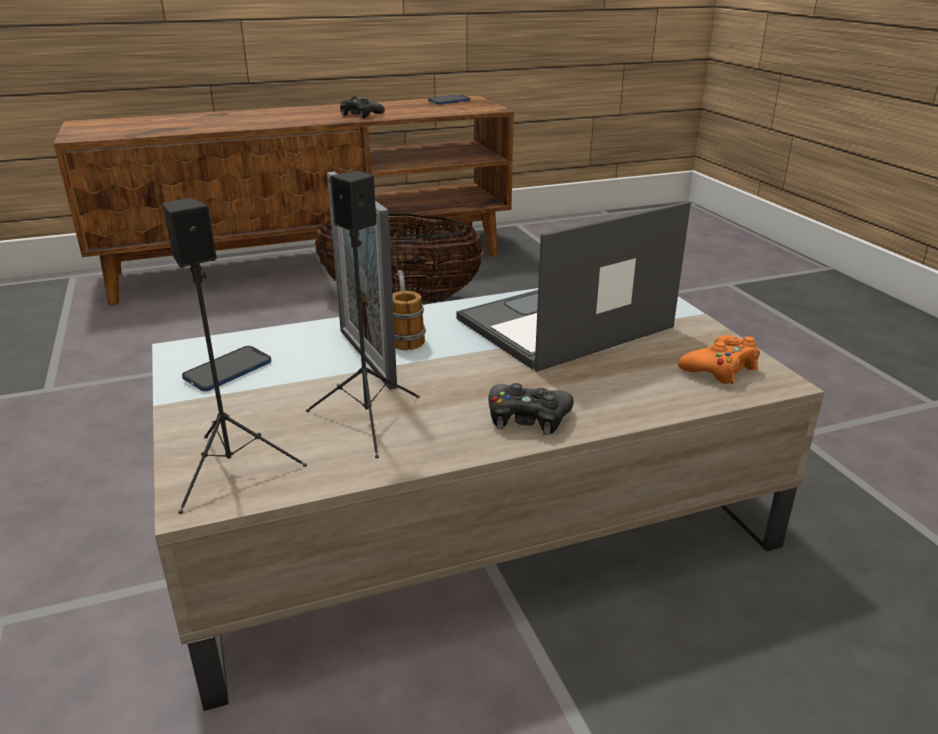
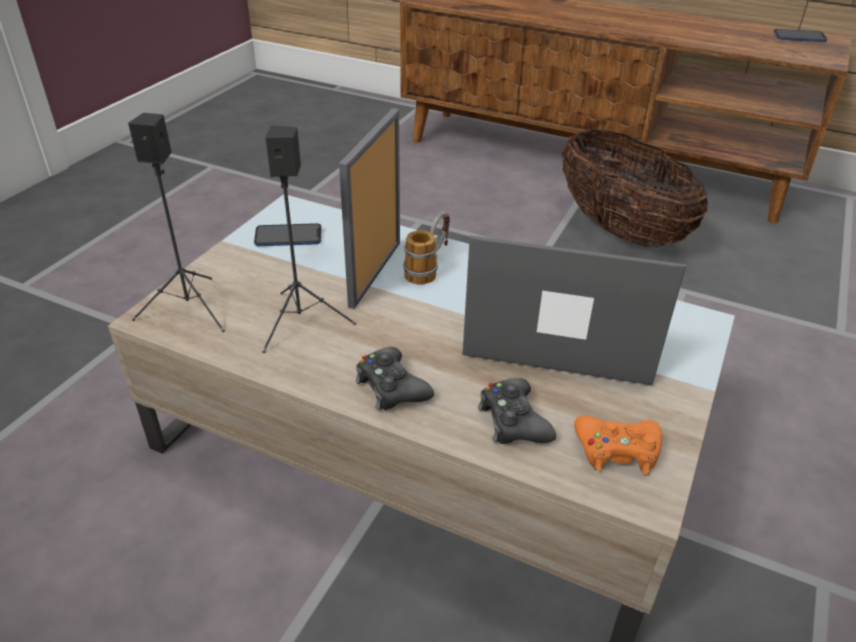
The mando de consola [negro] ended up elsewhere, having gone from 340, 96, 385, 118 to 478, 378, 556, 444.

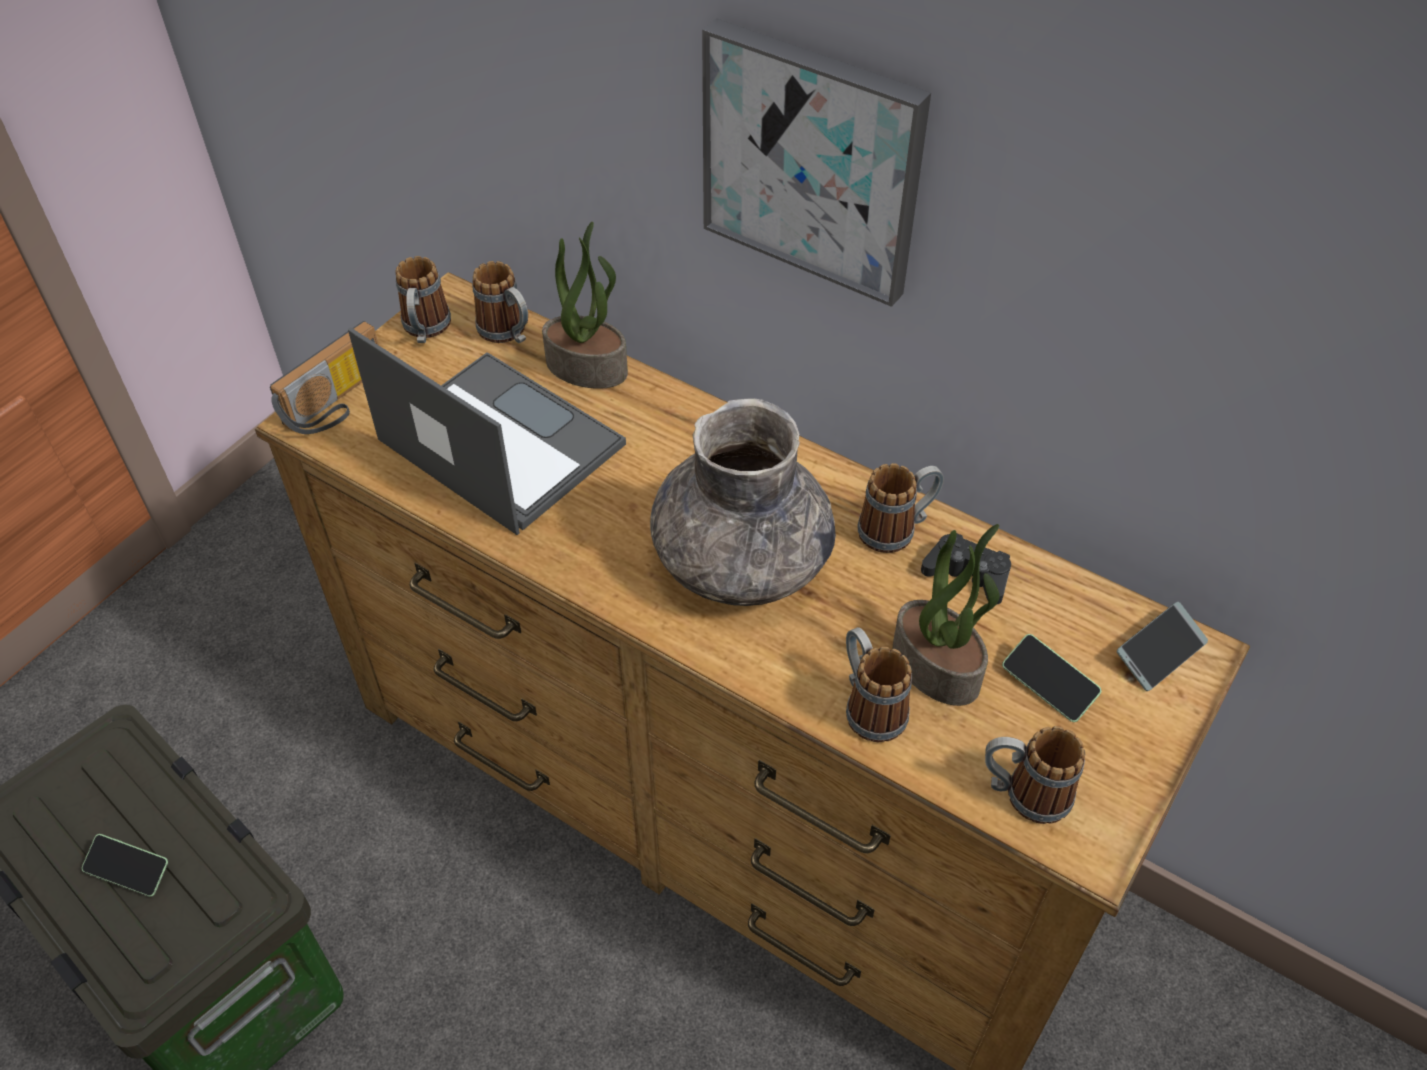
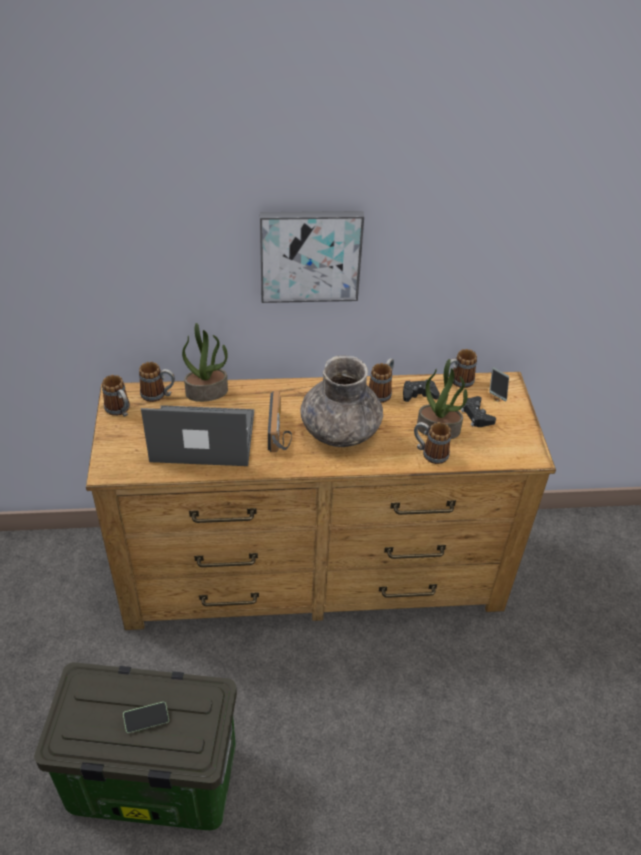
The radio ended up elsewhere, having gone from 270, 321, 379, 434 to 268, 391, 292, 452.
The taza grande ended up elsewhere, having gone from 985, 726, 1085, 824 to 449, 349, 477, 388.
Where the móvil stood at 1002, 634, 1101, 722, the mando de consola [negro] came to stand at 461, 396, 496, 427.

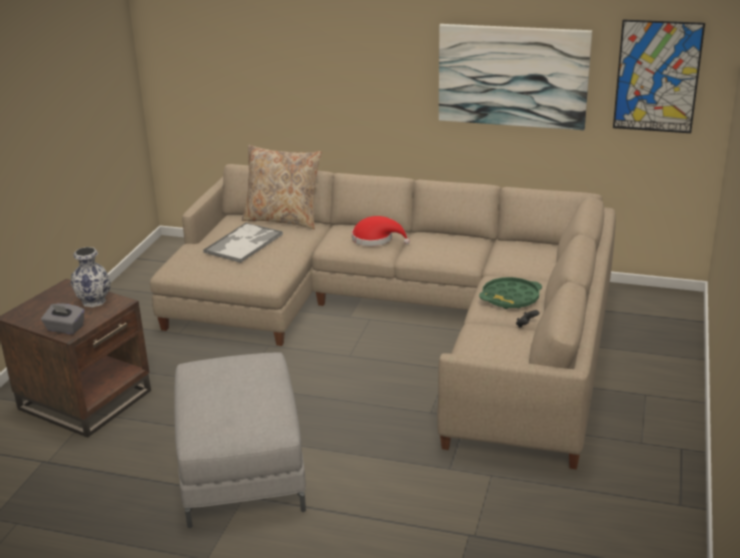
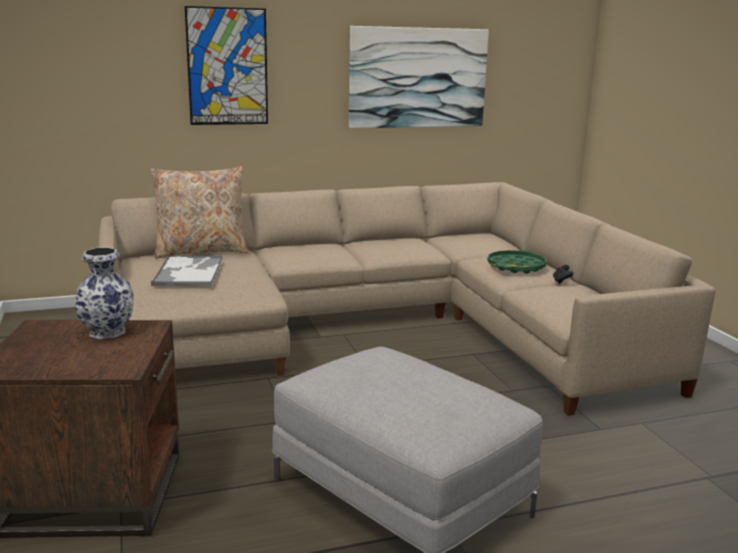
The second view lost the caja de pañuelos [gris] at 41, 303, 84, 334.
The second view lost the sombrero [rojo] at 352, 216, 410, 246.
The cuadro ended up elsewhere, having gone from 613, 19, 705, 133 to 185, 6, 268, 125.

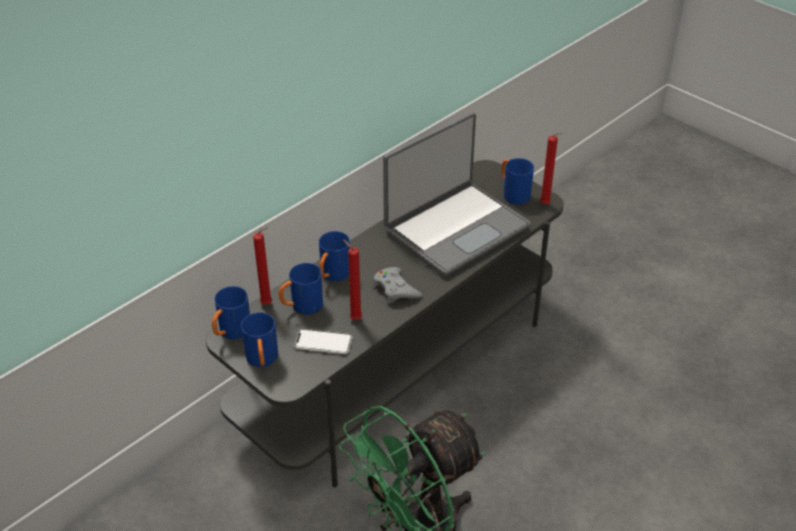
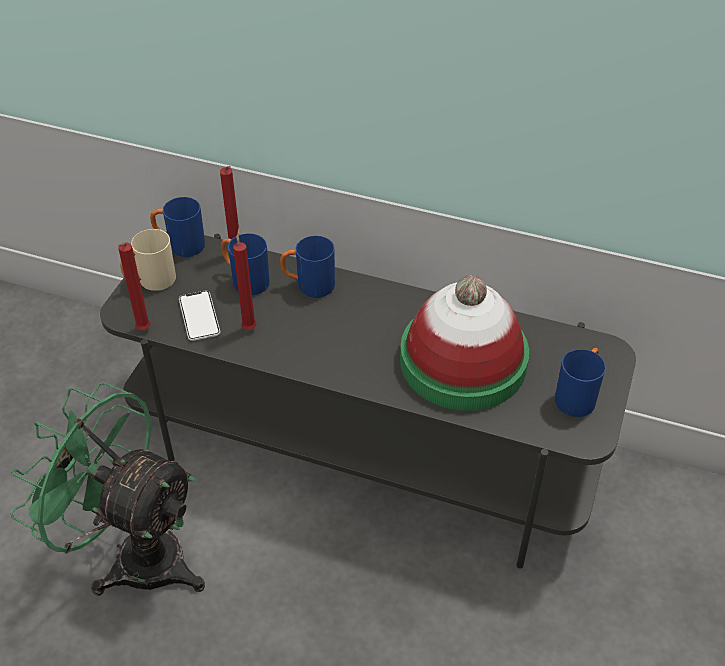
The second view lost the mando de consola [gris] at 374, 267, 423, 303.
The vela [rojo] ended up elsewhere, having gone from 540, 133, 563, 204 to 118, 243, 151, 330.
Where the portátil stood at 383, 112, 531, 277, the sombrero came to stand at 400, 275, 529, 411.
What was the taza grande [azul] at 241, 312, 278, 367 turned into the taza grande [beis] at 120, 229, 176, 291.

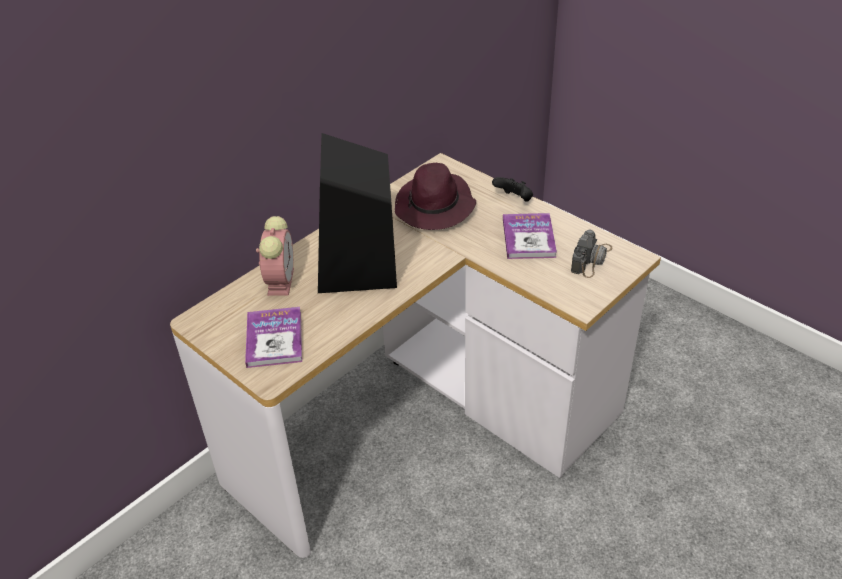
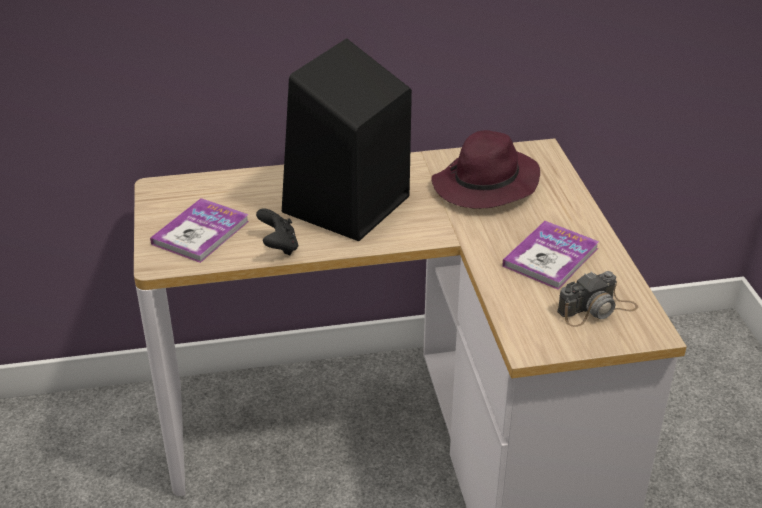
The second view lost the despertador at 256, 216, 294, 296.
The mando de consola [negro] ended up elsewhere, having gone from 492, 177, 533, 201 to 256, 208, 298, 255.

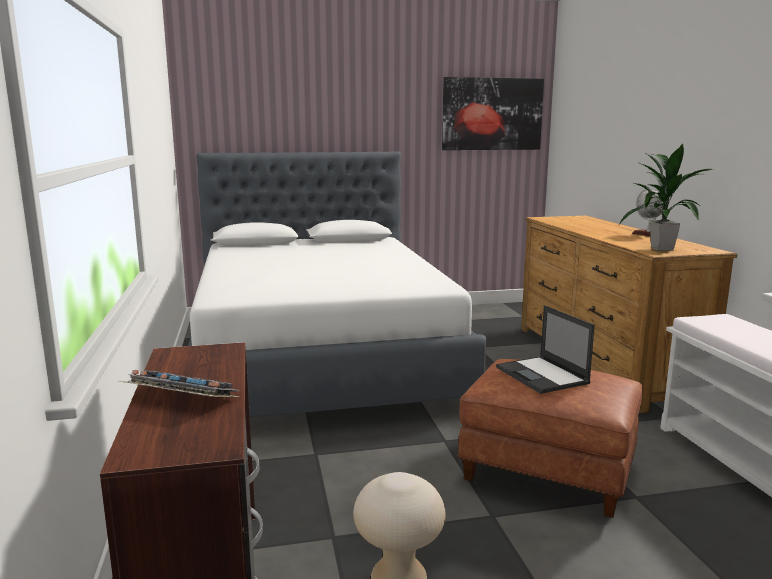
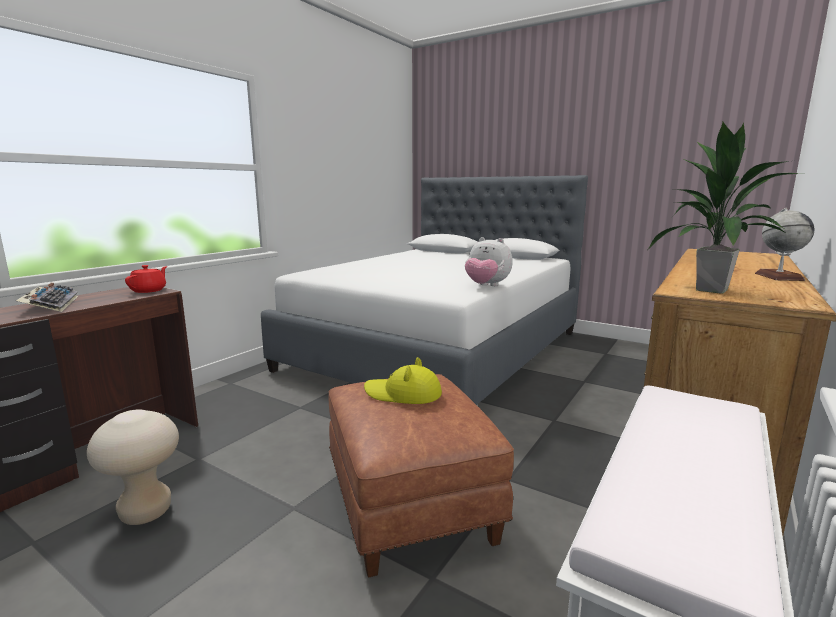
The second view lost the cuadro at 442, 77, 544, 150.
The second view gained the tetera [rojo] at 125, 265, 167, 293.
The second view gained the peluche at 465, 237, 513, 286.
Where the portátil stood at 496, 305, 595, 394, the sombrero [amarillo] came to stand at 364, 357, 442, 404.

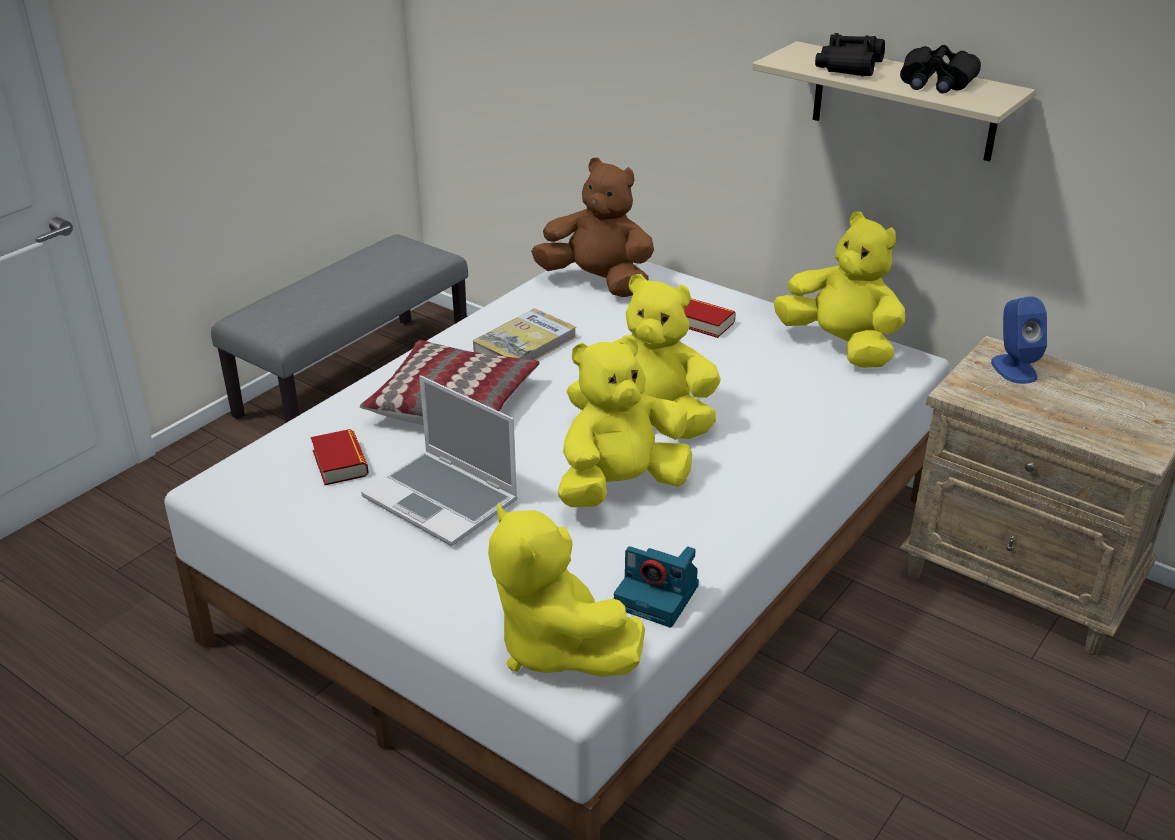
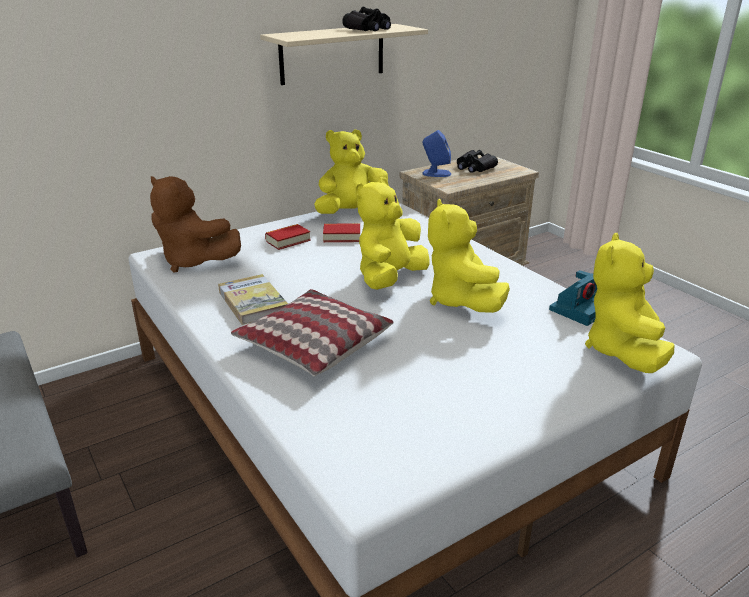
The second view lost the portátil at 361, 376, 518, 546.
The libro ended up elsewhere, having gone from 311, 429, 369, 485 to 323, 223, 360, 242.
The prismáticos [negro] ended up elsewhere, having gone from 815, 33, 885, 76 to 457, 150, 498, 173.
The peluche [amarillo] at 488, 502, 645, 677 ended up facing another way, 120 degrees clockwise from before.
The peluche [marrón] at 531, 157, 654, 297 ended up facing another way, 105 degrees counterclockwise from before.

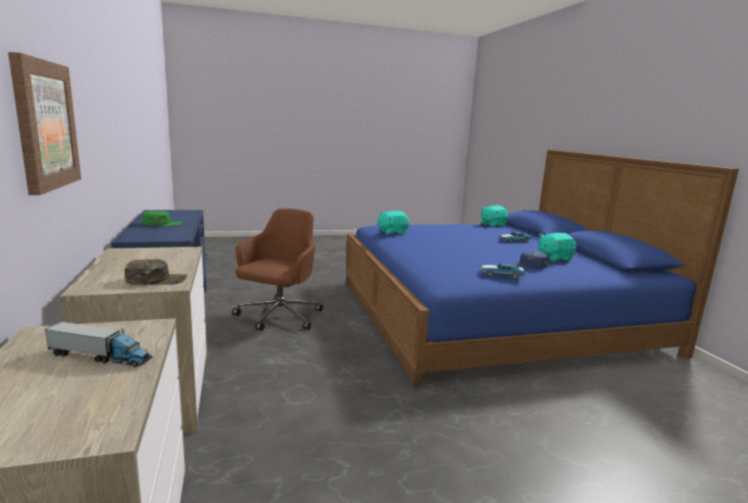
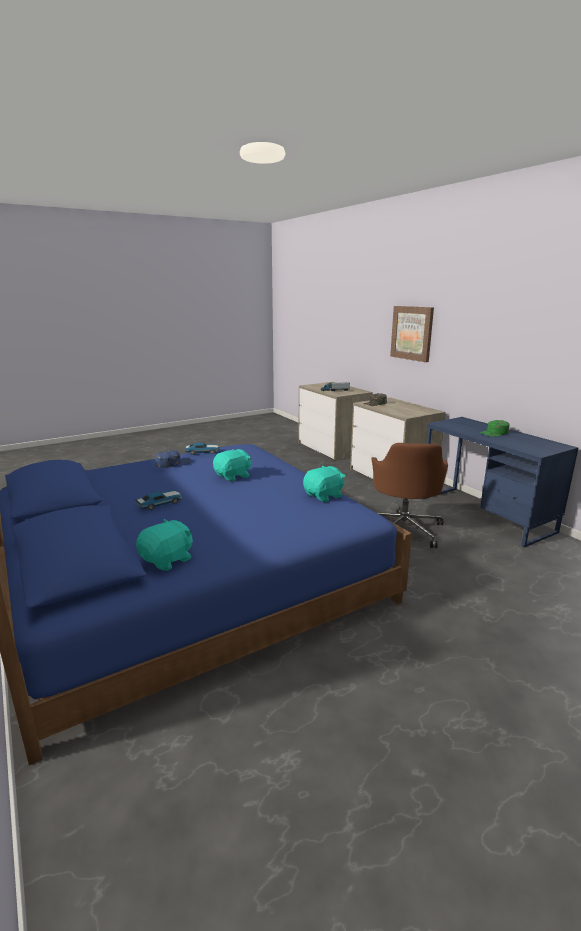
The peluche [turquesa] ended up elsewhere, having gone from 538, 233, 576, 262 to 213, 449, 251, 482.

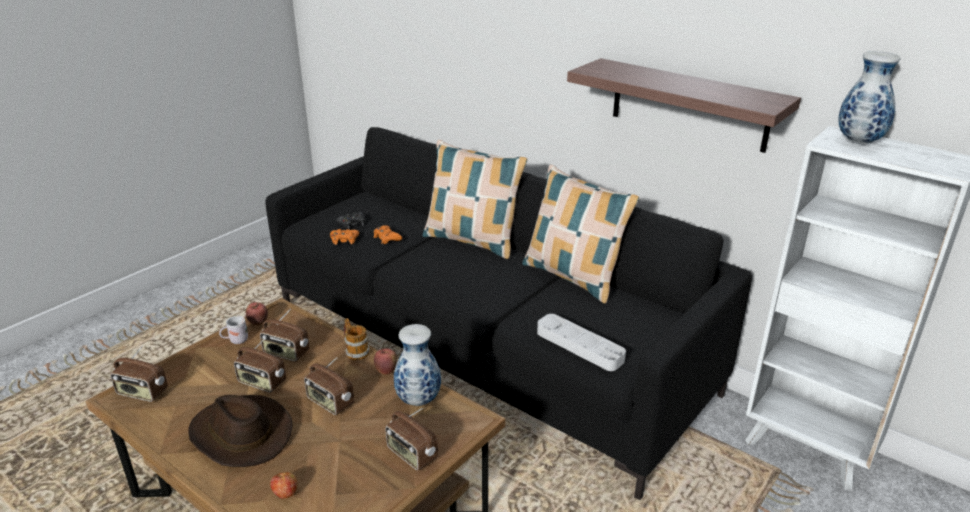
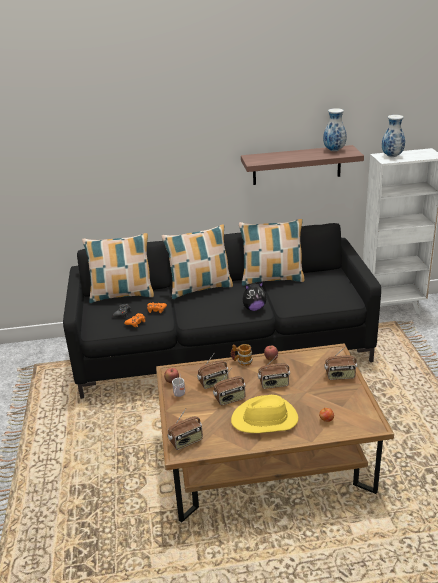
The second view lost the bandeja [gris] at 537, 314, 626, 371.
The second view gained the cojín at 82, 233, 154, 303.
The second view gained the peluche at 242, 282, 266, 311.
The florero ended up elsewhere, having gone from 394, 324, 441, 406 to 323, 108, 347, 151.
What was the sombrero [marrón] at 188, 395, 293, 467 turned into the sombrero [amarillo] at 231, 395, 298, 433.

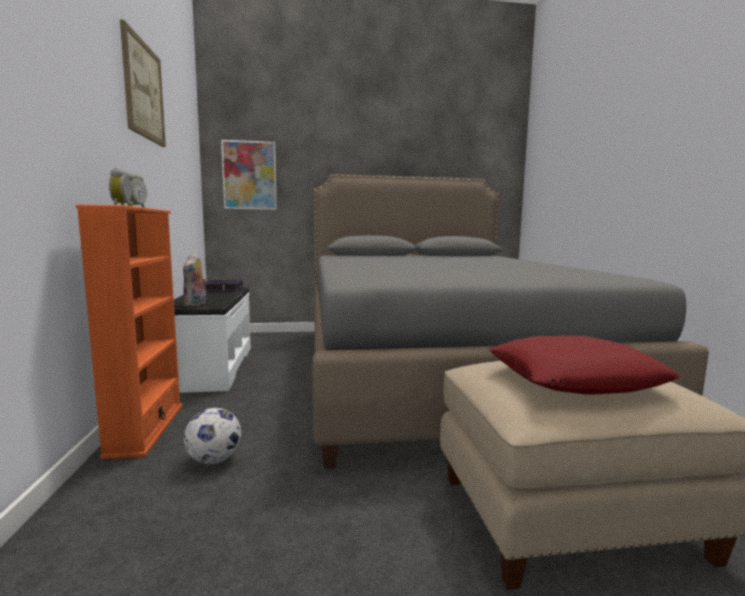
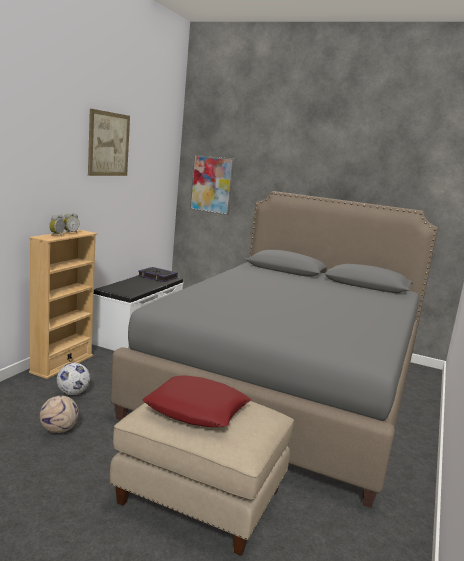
The second view lost the peluche at 183, 253, 207, 307.
The second view gained the balón de fútbol at 40, 396, 79, 433.
What was the estantería [naranja] at 76, 204, 183, 459 turned into the estantería [beis] at 29, 230, 97, 379.

